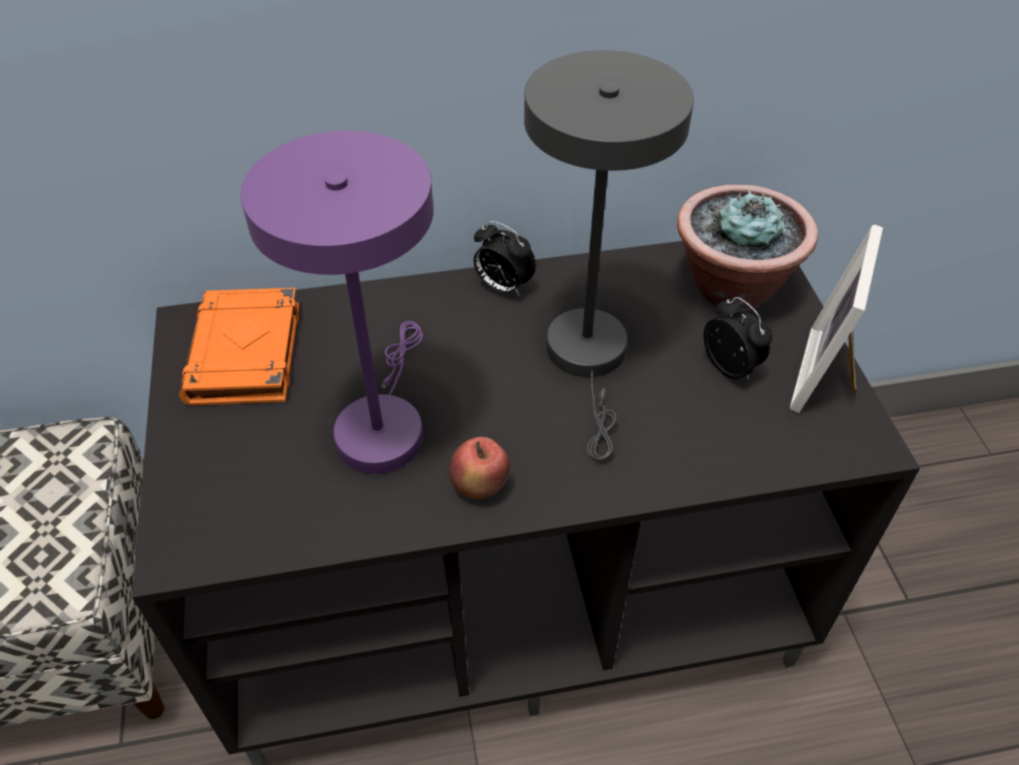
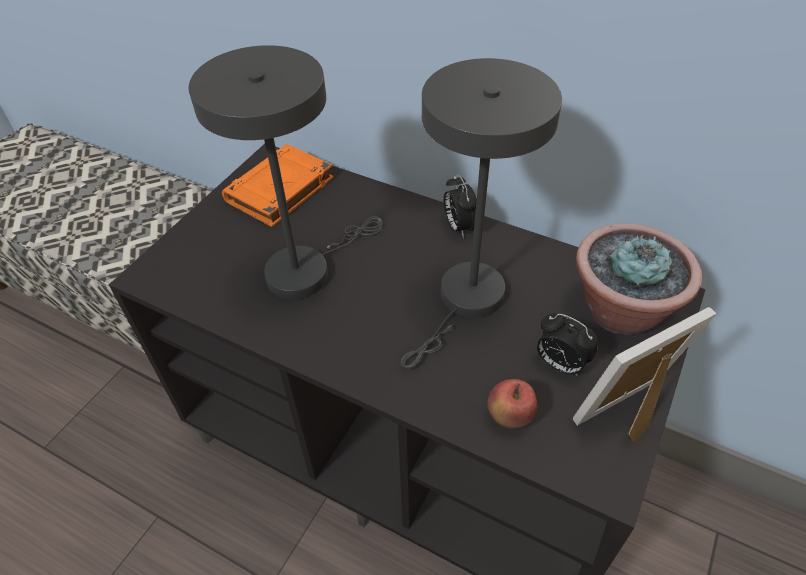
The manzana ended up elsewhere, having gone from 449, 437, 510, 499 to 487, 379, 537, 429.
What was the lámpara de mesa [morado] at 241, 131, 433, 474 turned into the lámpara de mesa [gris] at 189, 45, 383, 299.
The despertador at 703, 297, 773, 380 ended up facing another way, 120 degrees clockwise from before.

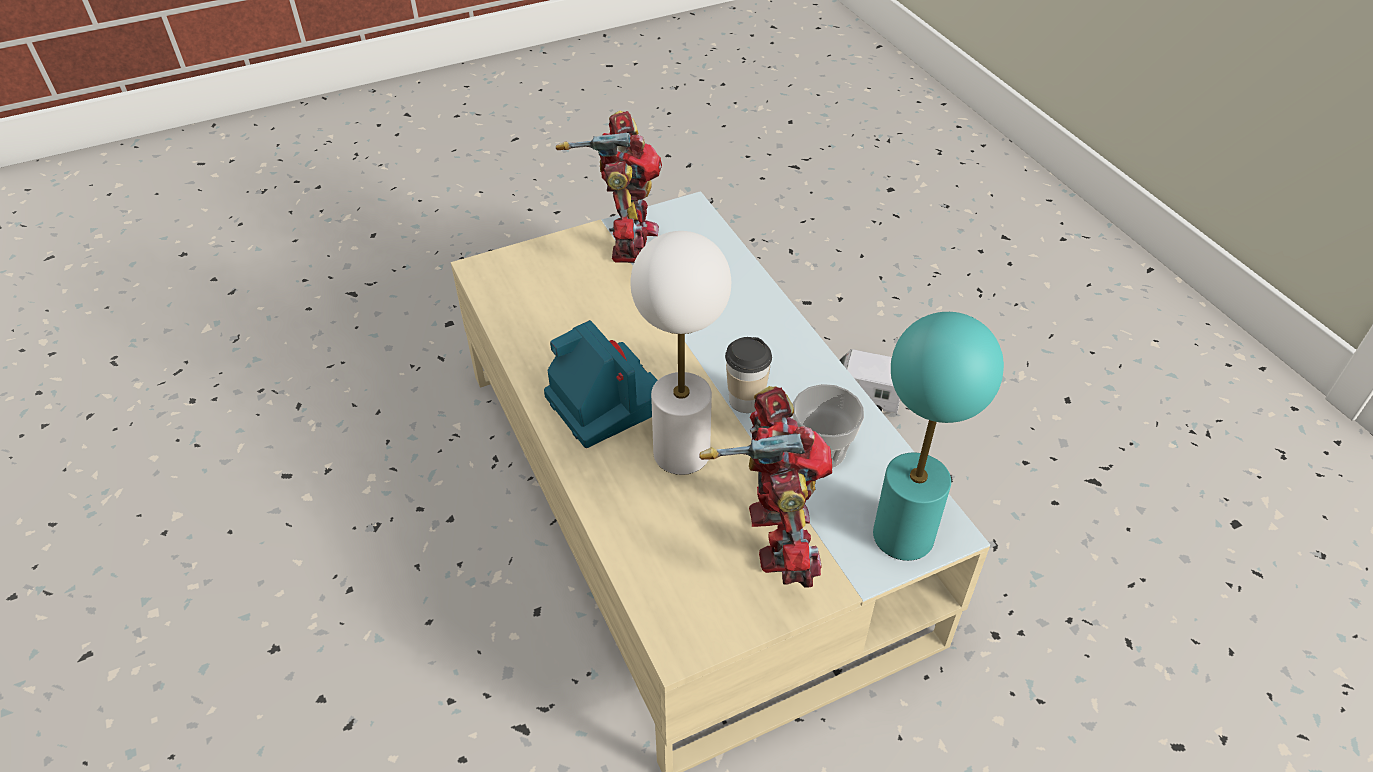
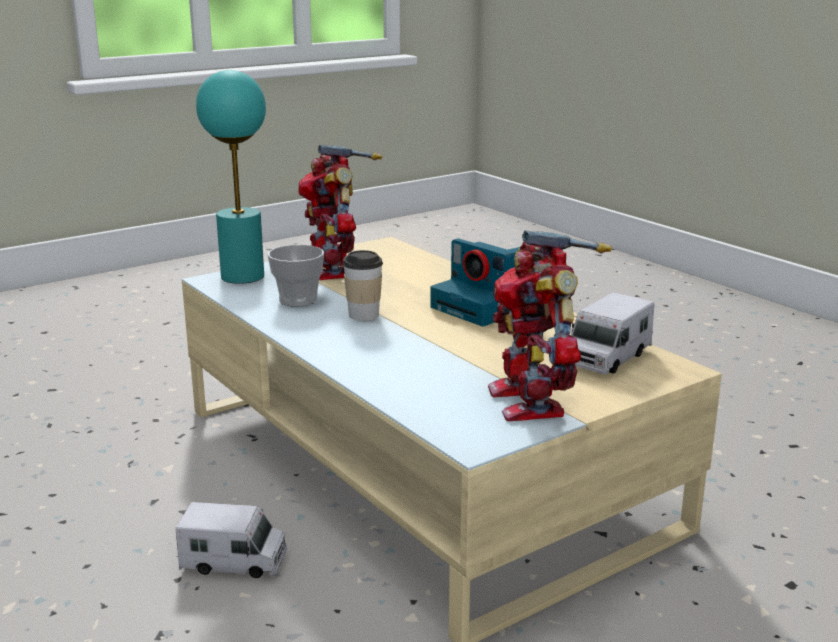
The second view lost the lámpara de mesa [blanco] at 630, 231, 731, 475.
The second view gained the camión de juguete at 571, 292, 655, 374.

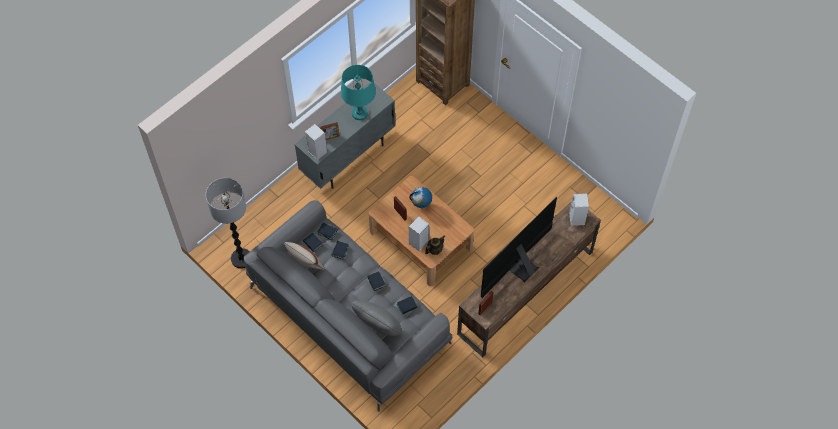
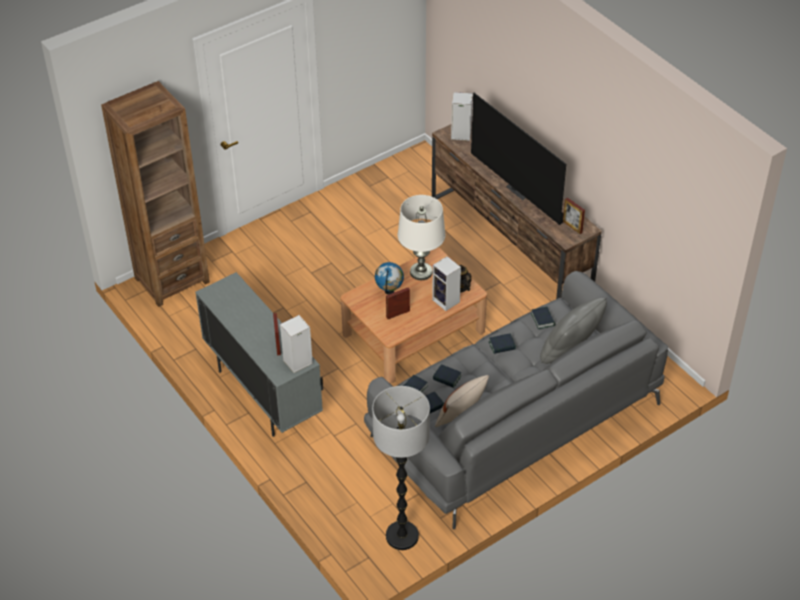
The second view lost the lámpara de mesa [turquesa] at 341, 65, 376, 120.
The second view gained the lámpara de mesa [blanco] at 398, 195, 446, 280.

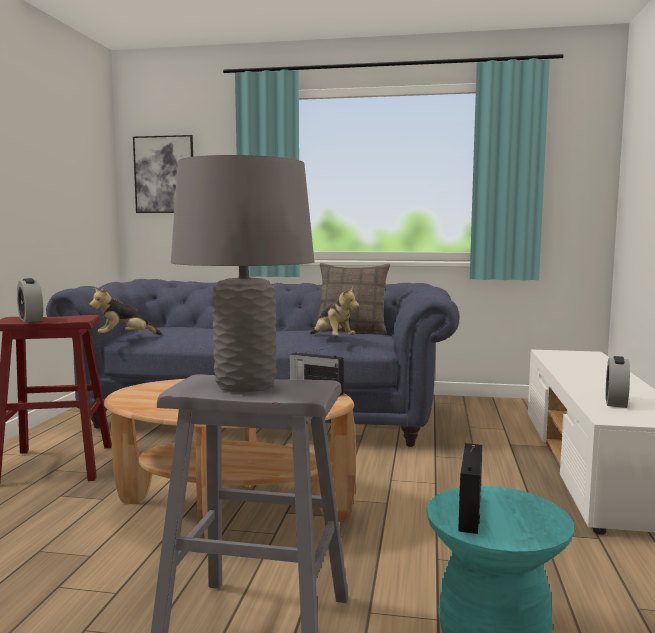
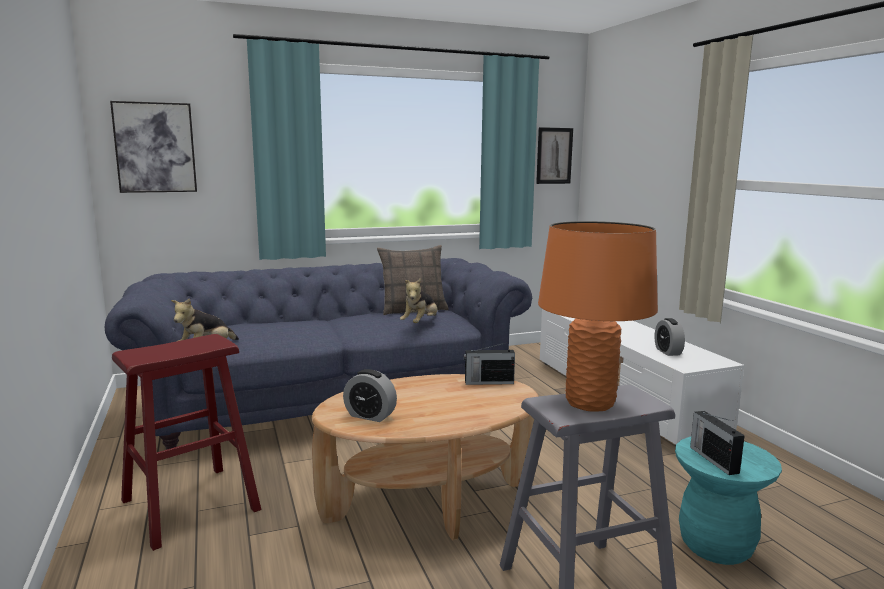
The second view gained the cuadro at 536, 127, 573, 184.
The despertador ended up elsewhere, having gone from 17, 278, 43, 322 to 343, 369, 397, 422.
What was the lámpara de mesa [gris] at 171, 155, 315, 393 turned into the lámpara de mesa [naranja] at 538, 221, 658, 411.
The peluche at 310, 287, 359, 336 ended up facing another way, 90 degrees clockwise from before.

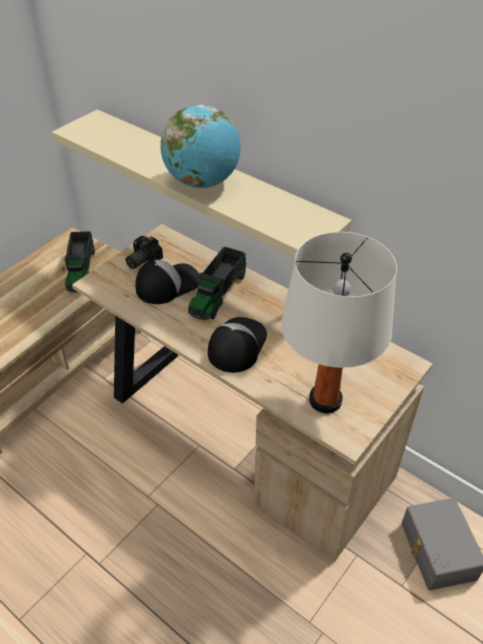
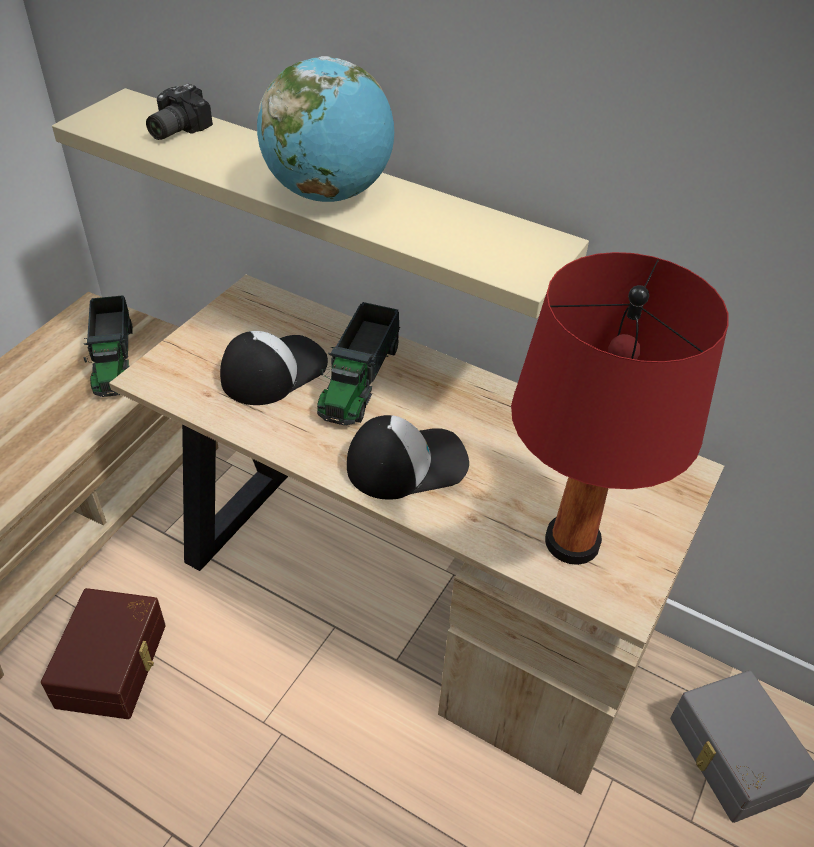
The second view gained the caja de almacenaje [marrón] at 41, 588, 166, 719.
The cámara ended up elsewhere, having gone from 126, 236, 163, 269 to 146, 84, 213, 140.
What was the lámpara de mesa [blanco] at 281, 232, 397, 413 turned into the lámpara de mesa [rojo] at 511, 252, 729, 565.
The gorra at 208, 317, 267, 373 ended up facing another way, 60 degrees clockwise from before.

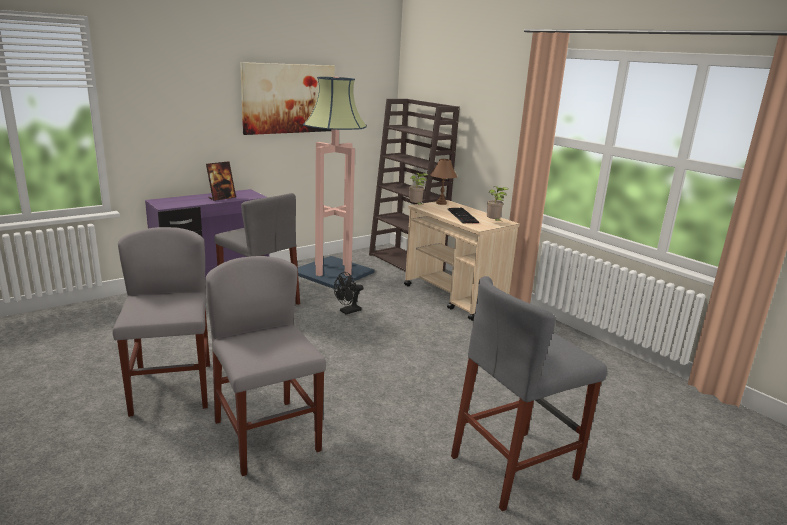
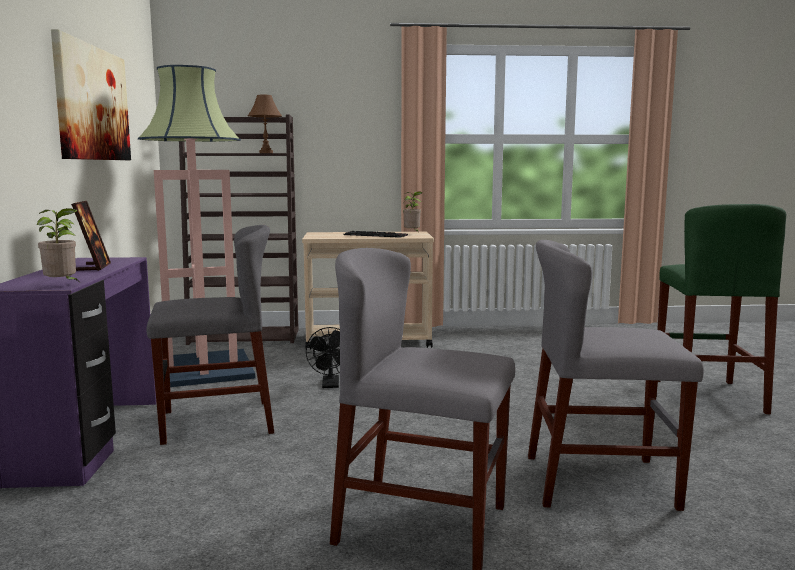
The planta en maceta ended up elsewhere, having gone from 409, 173, 428, 205 to 37, 208, 78, 281.
The lámpara de mesa [marrón] ended up elsewhere, having gone from 430, 159, 457, 205 to 248, 95, 282, 153.
What was the taburete [gris] at 451, 276, 607, 511 turned into the taburete [verde] at 657, 204, 786, 414.

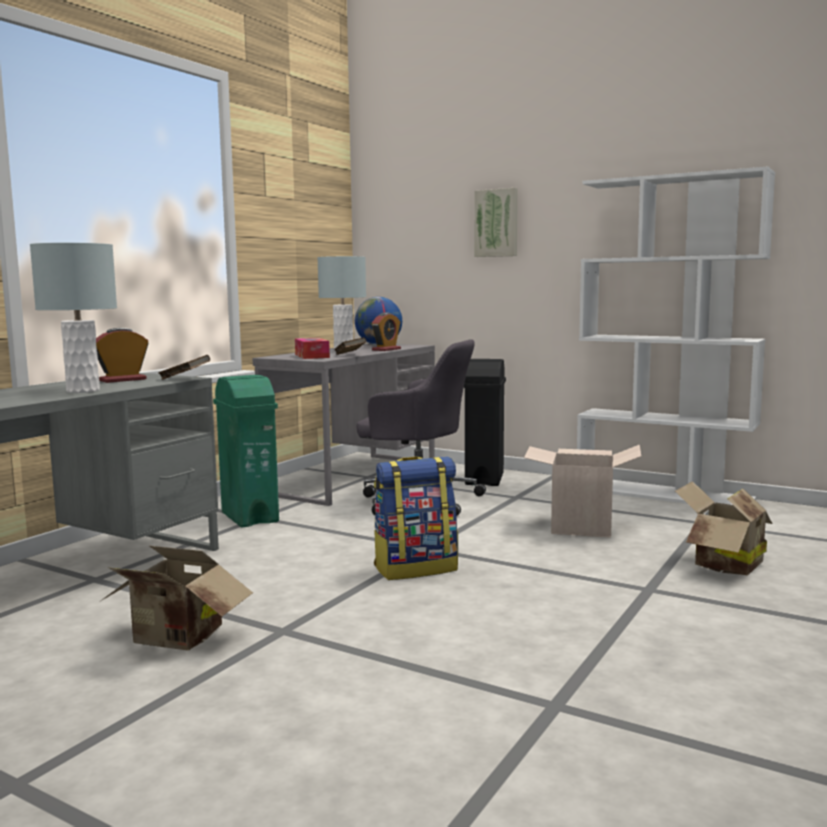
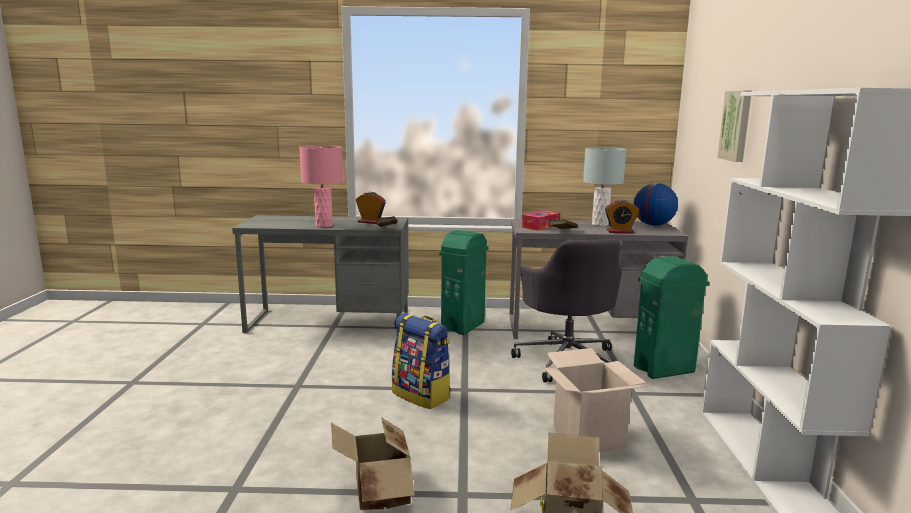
The caja de cartón ended up elsewhere, having gone from 101, 546, 253, 651 to 331, 417, 415, 510.
What was the lámpara de mesa [gris] at 30, 243, 117, 393 turned into the lámpara de mesa [rosa] at 299, 145, 343, 227.
What was the papelera [negro] at 464, 359, 506, 486 turned into the papelera [verde] at 634, 256, 709, 379.

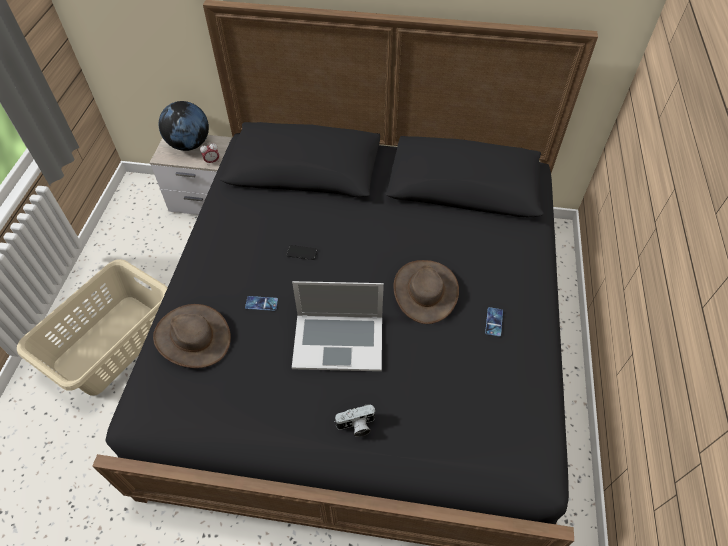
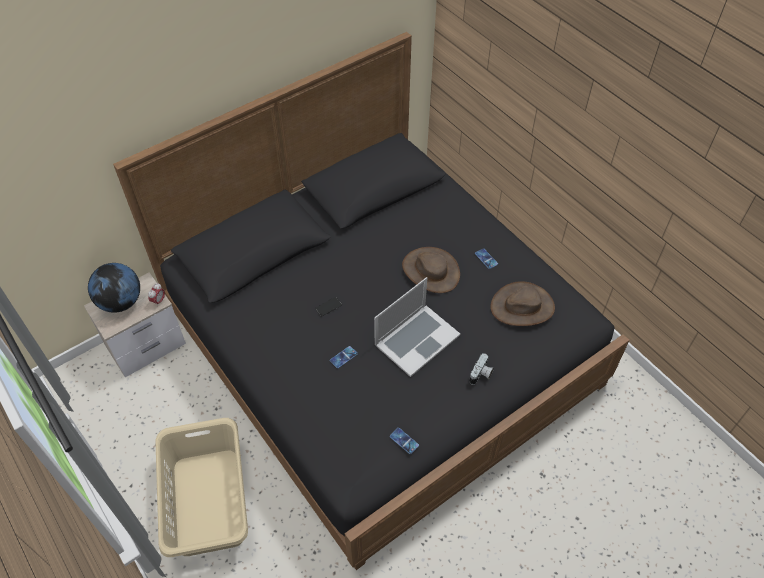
The second view gained the móvil at 390, 428, 419, 454.
The sombrero [marrón] ended up elsewhere, having gone from 153, 304, 231, 368 to 490, 281, 555, 326.

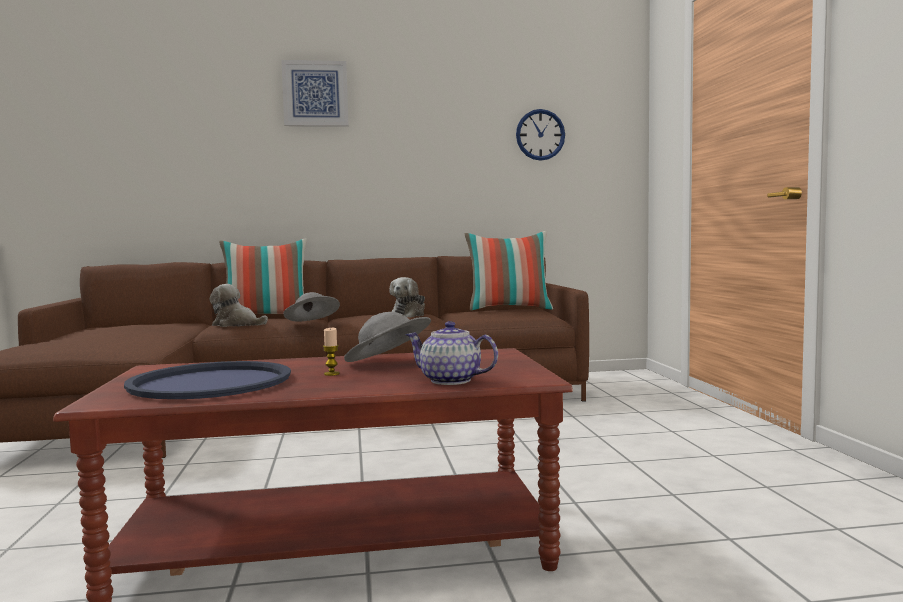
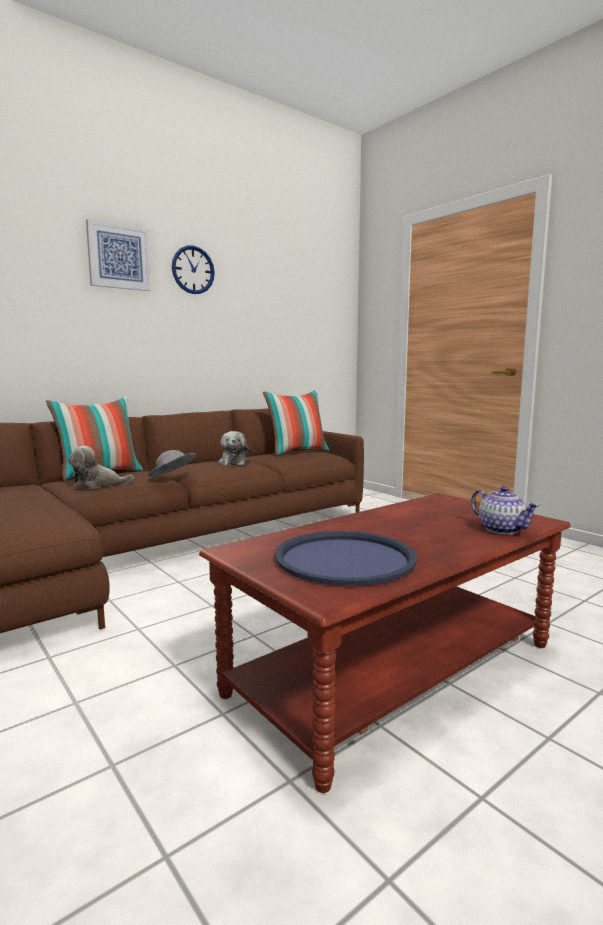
The second view lost the vela at 323, 328, 340, 376.
The second view lost the sombrero [gris] at 344, 312, 431, 362.
The reloj de pared ended up elsewhere, having gone from 516, 109, 565, 161 to 172, 245, 215, 294.
The tetera at 405, 321, 498, 385 ended up facing another way, 120 degrees counterclockwise from before.

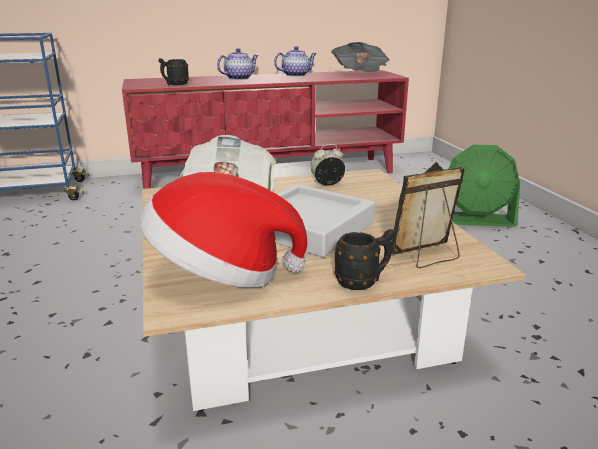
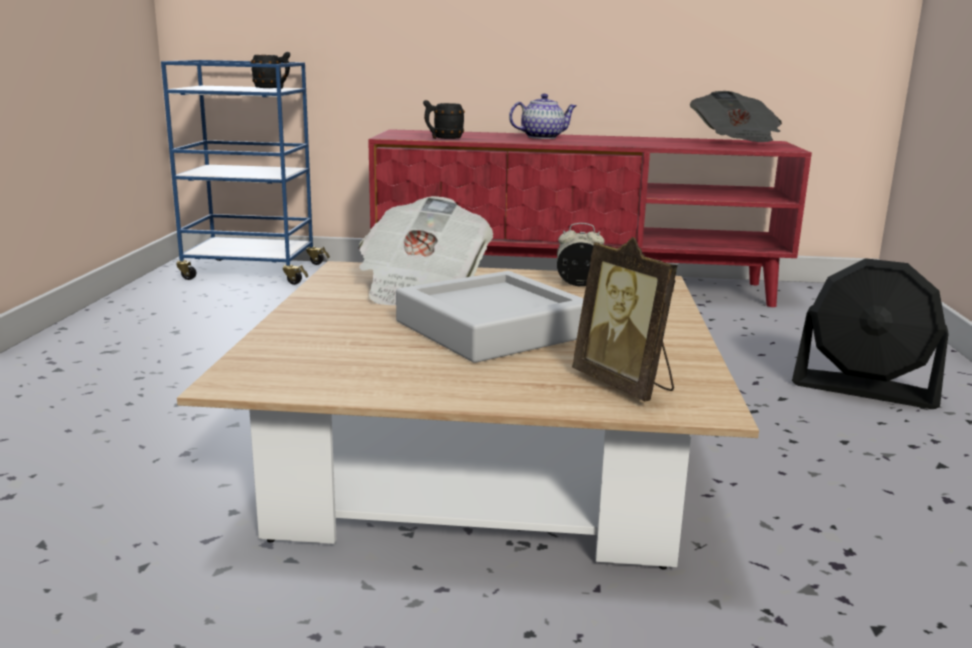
The second view lost the sombrero at 139, 172, 308, 287.
The second view lost the tetera at 274, 46, 317, 77.
The taza grande [negro] ended up elsewhere, having gone from 334, 229, 395, 290 to 251, 52, 290, 89.
What was the ventilador [verde] at 449, 145, 520, 227 turned into the ventilador [negro] at 792, 258, 949, 409.
The portarretratos at 391, 162, 465, 268 ended up facing another way, 120 degrees counterclockwise from before.

